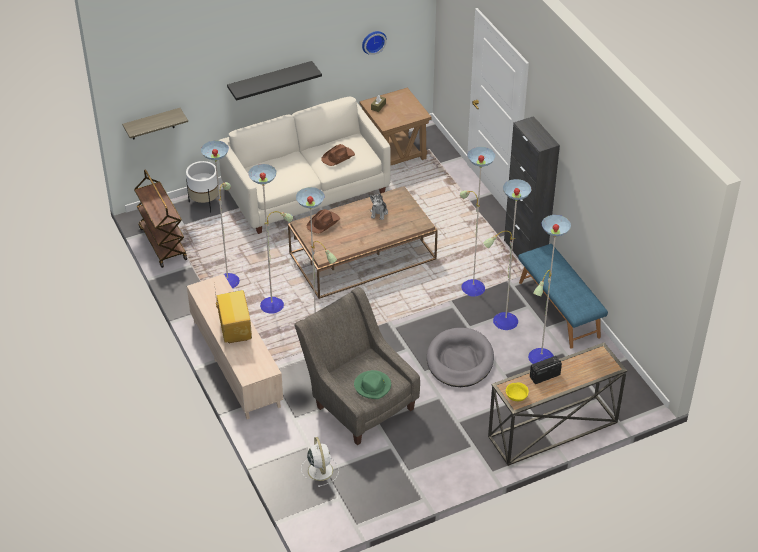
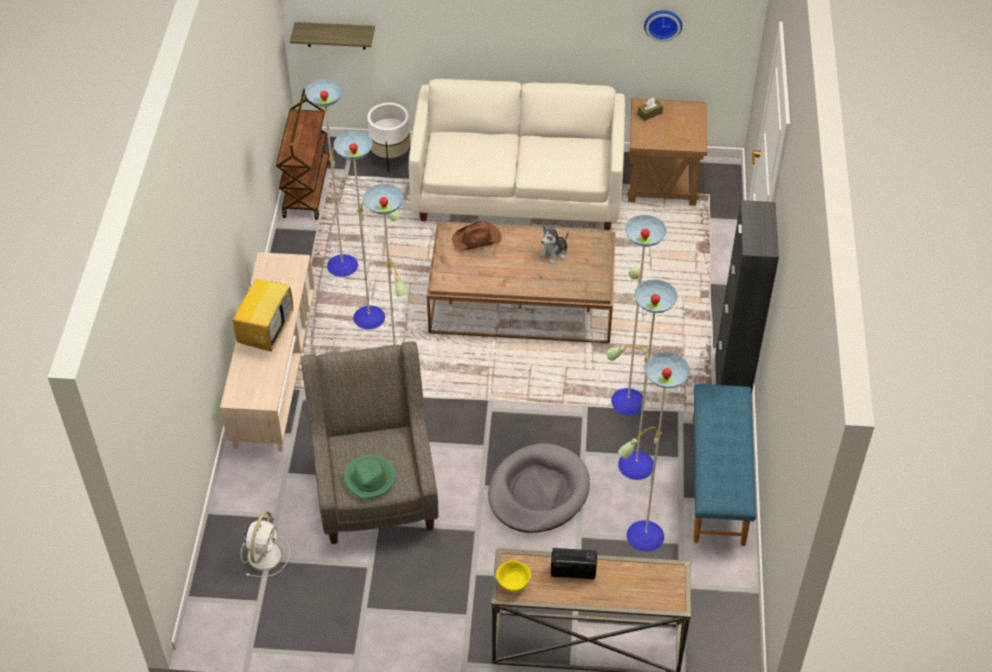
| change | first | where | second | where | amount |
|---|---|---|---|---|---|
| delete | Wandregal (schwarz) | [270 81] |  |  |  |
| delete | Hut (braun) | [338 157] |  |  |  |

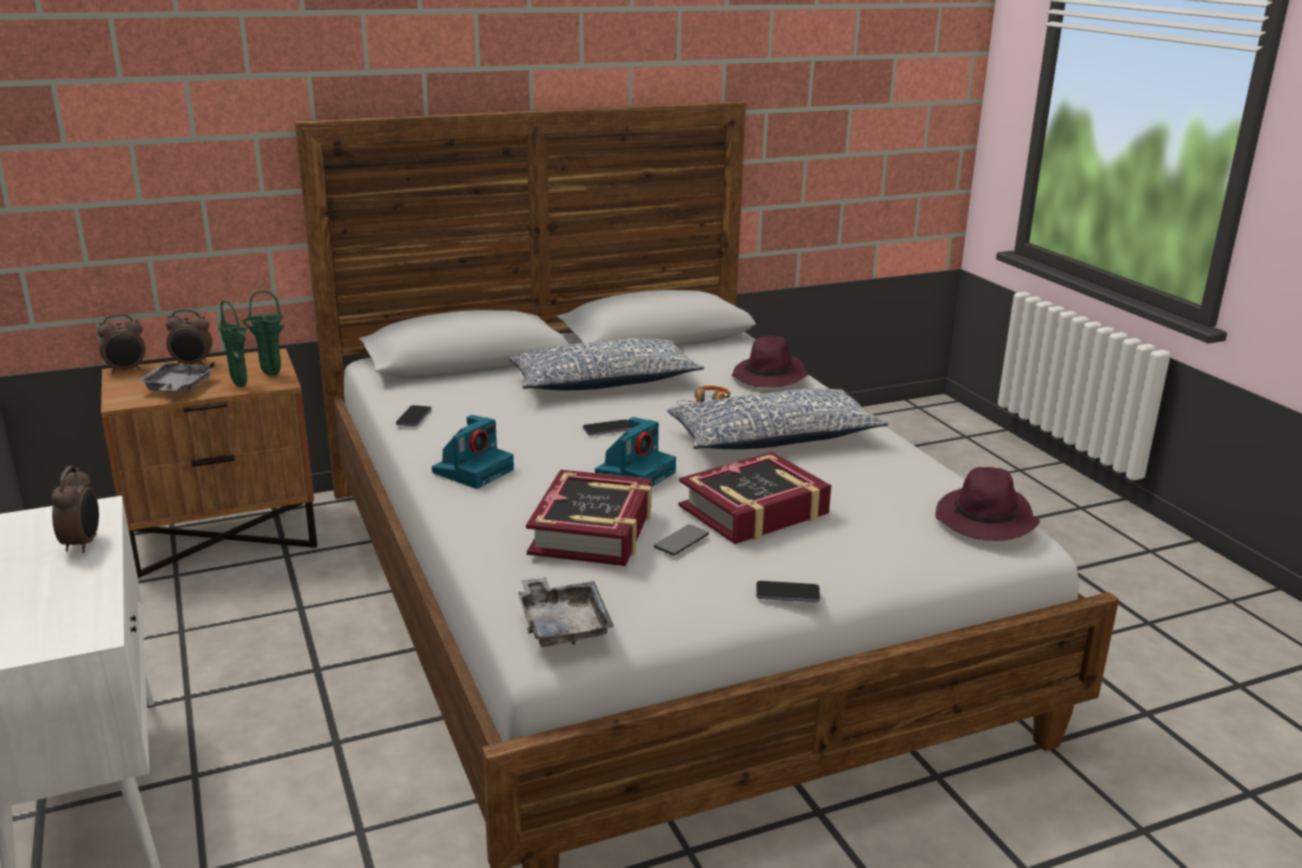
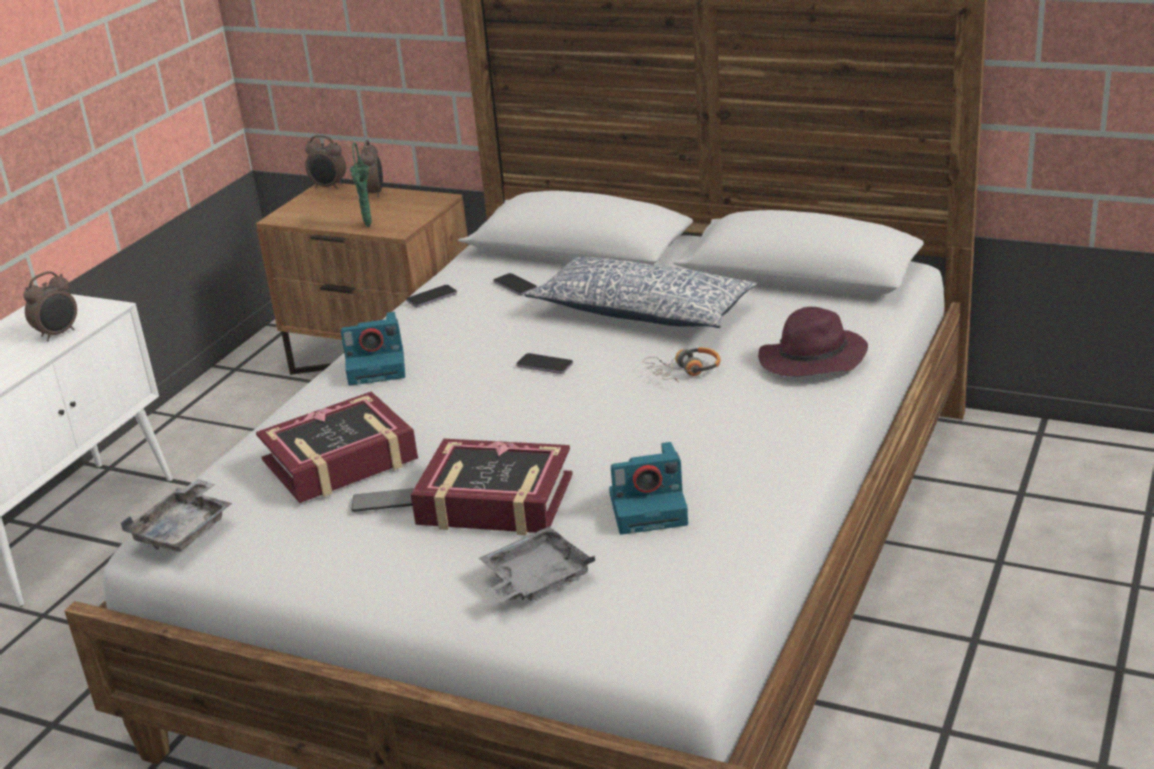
| change | first | where | second | where | amount |
|---|---|---|---|---|---|
| delete | Vase (grün) | [269 375] |  |  |  |
| rotate | Wecker | [192 364] |  | [375 193] | 135 degrees counterclockwise |
| move | Tablett (grau) | [177 388] |  | [535 580] |  |
| delete | Kissen | [772 439] |  |  |  |
| move | Kamera | [635 472] |  | [650 508] |  |
| delete | Hut (lila) | [985 521] |  |  |  |
| move | Handy | [787 594] |  | [515 286] |  |

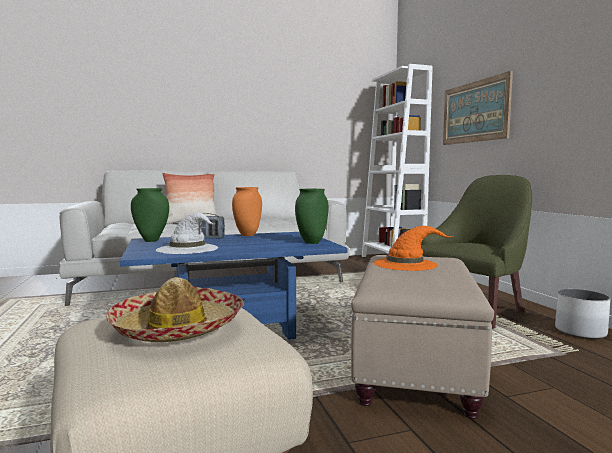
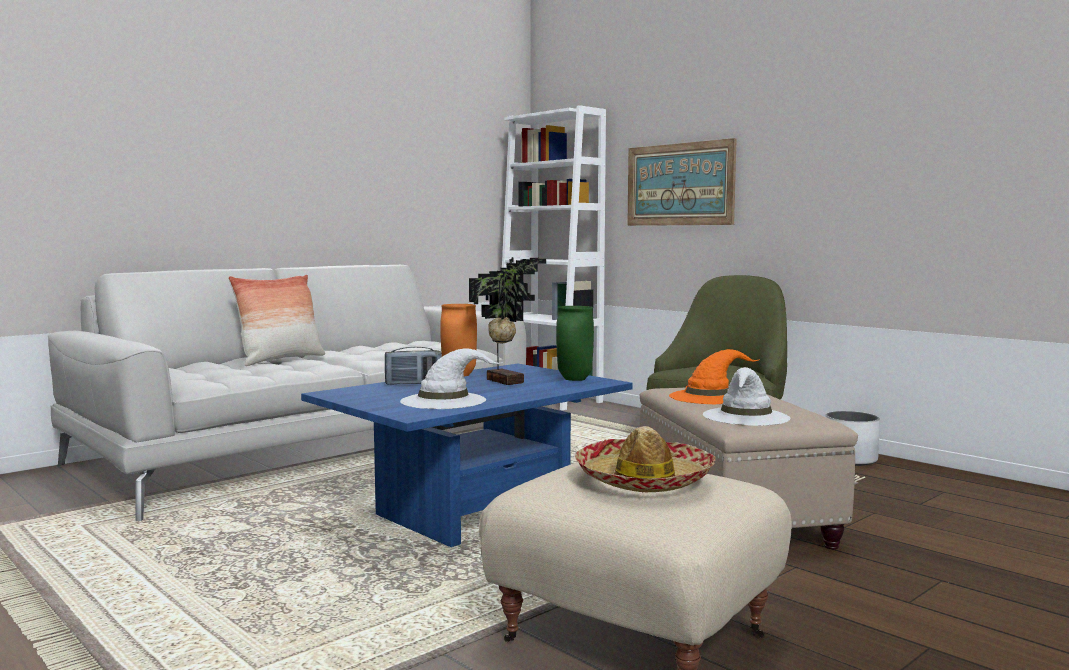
| change | first | where | second | where | amount |
|---|---|---|---|---|---|
| delete | Vase (grün) | [152 240] |  |  |  |
| insert |  |  | Topfpflanze | [506 381] |  |
| insert |  |  | Hut (weiß) | [746 416] |  |

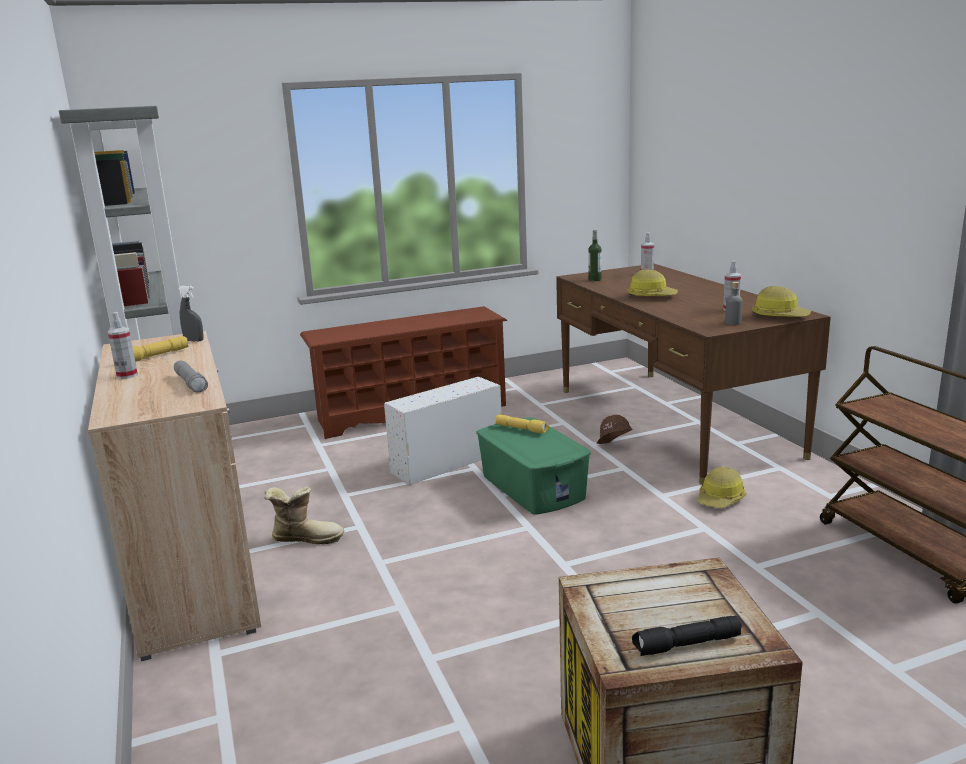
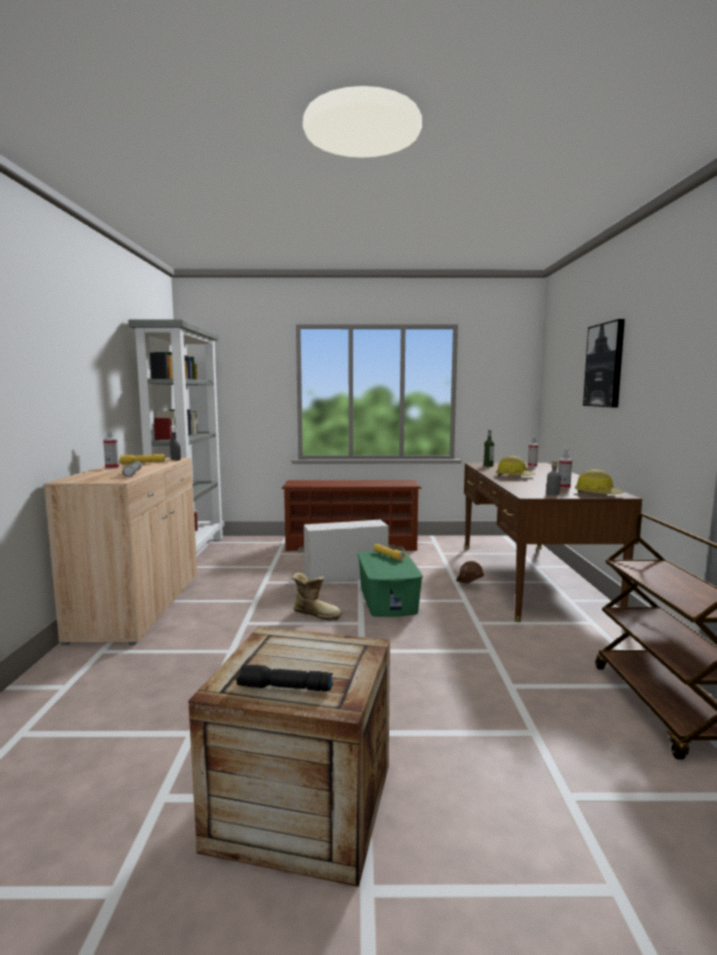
| change | first | where | second | where | amount |
|---|---|---|---|---|---|
| delete | Schutzhelm | [721 499] |  |  |  |
| move | Stiefel | [306 538] |  | [316 614] |  |
| insert |  |  | Bild | [605 365] |  |

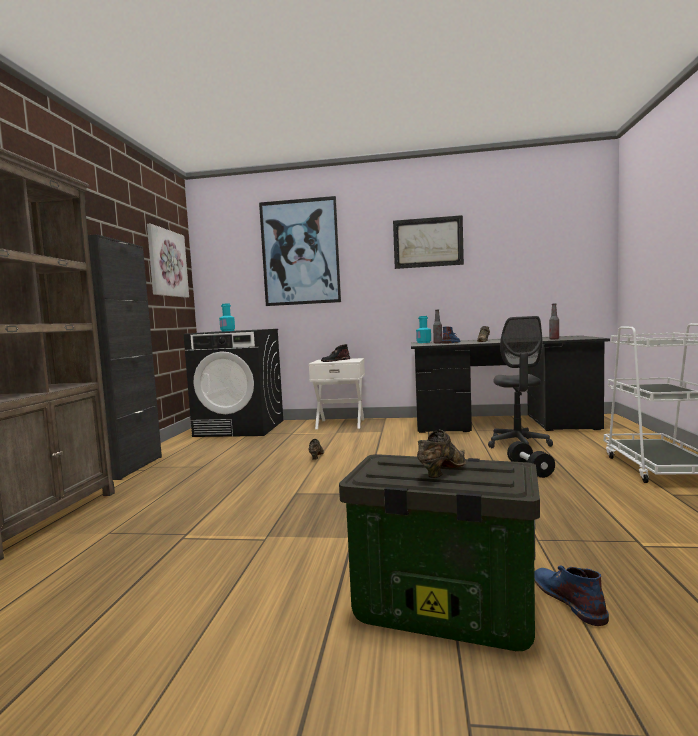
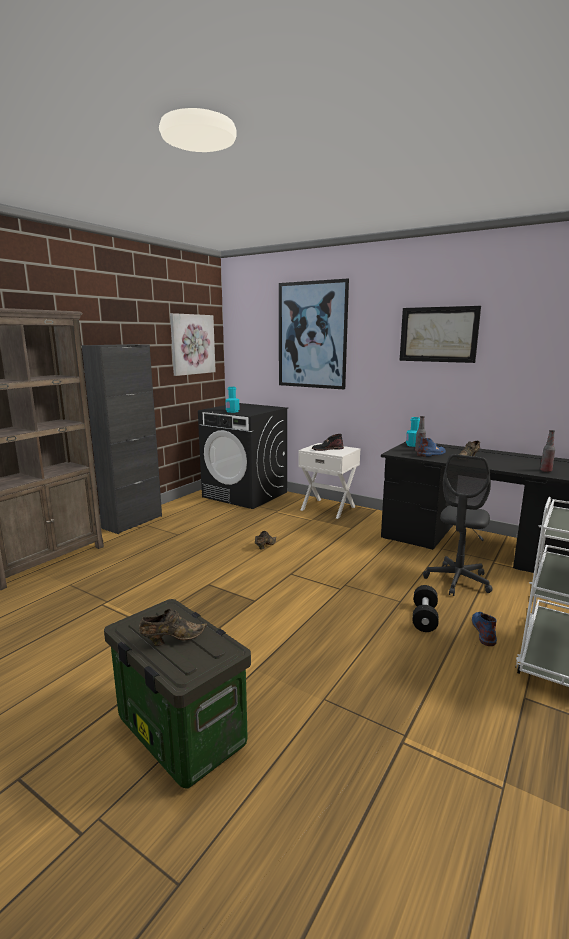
| change | first | where | second | where | amount |
|---|---|---|---|---|---|
| move | Stiefel (blau) | [568 598] |  | [483 630] |  |

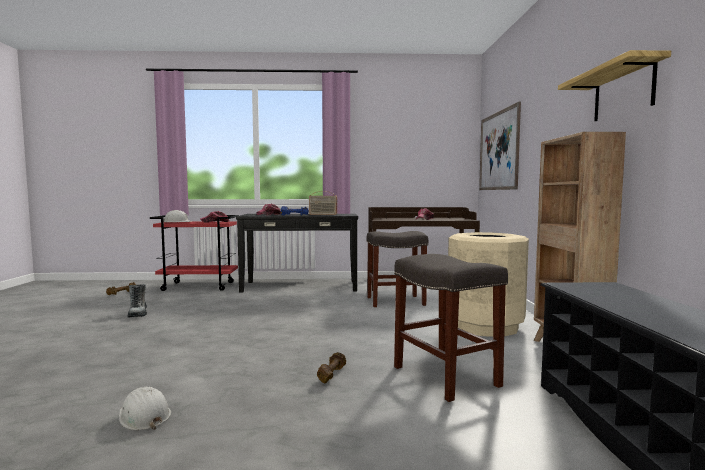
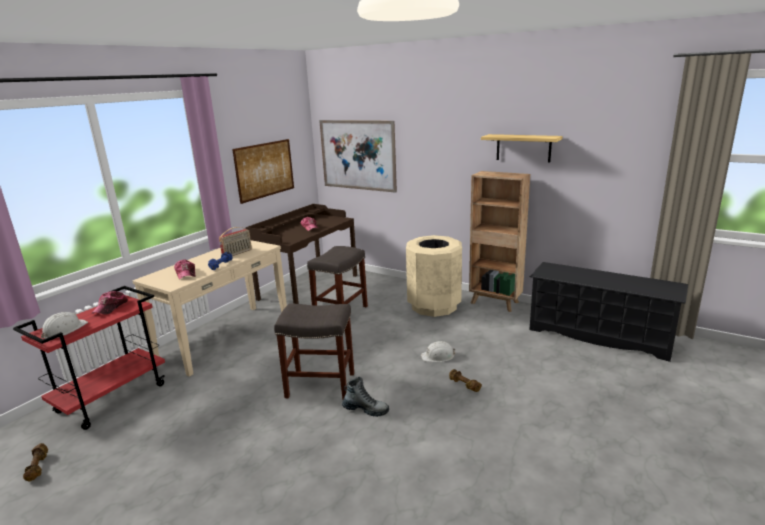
| change | first | where | second | where | amount |
|---|---|---|---|---|---|
| recolor | Konsolentisch (schwarz) | [300 286] | Konsolentisch (beige) | [225 337] |  |
| move | Hocker (grau) | [447 376] |  | [321 385] |  |
| move | Stiefel | [138 313] |  | [365 409] |  |
| move | Schutzhelm (weiß) | [144 416] |  | [438 356] |  |
| insert |  |  | Bild | [265 170] |  |

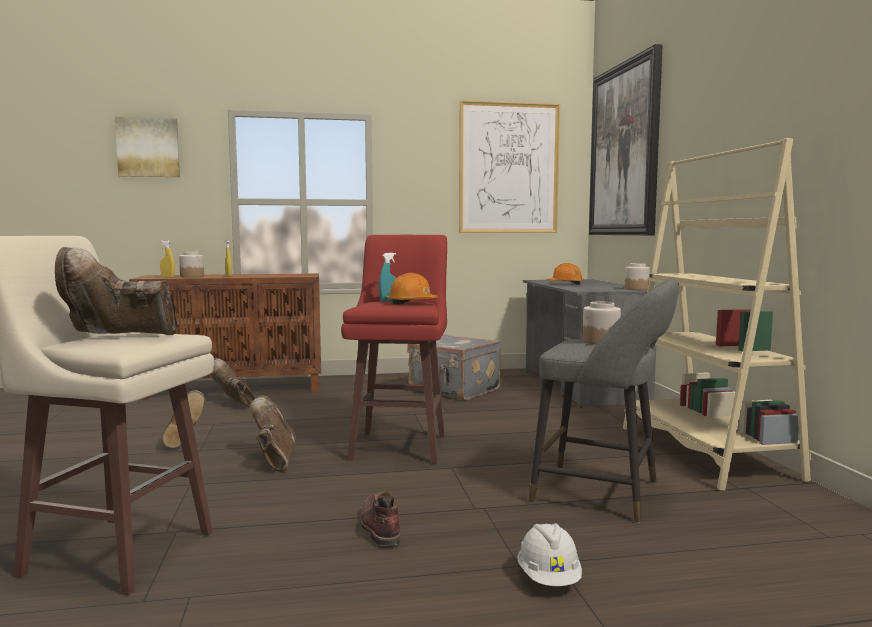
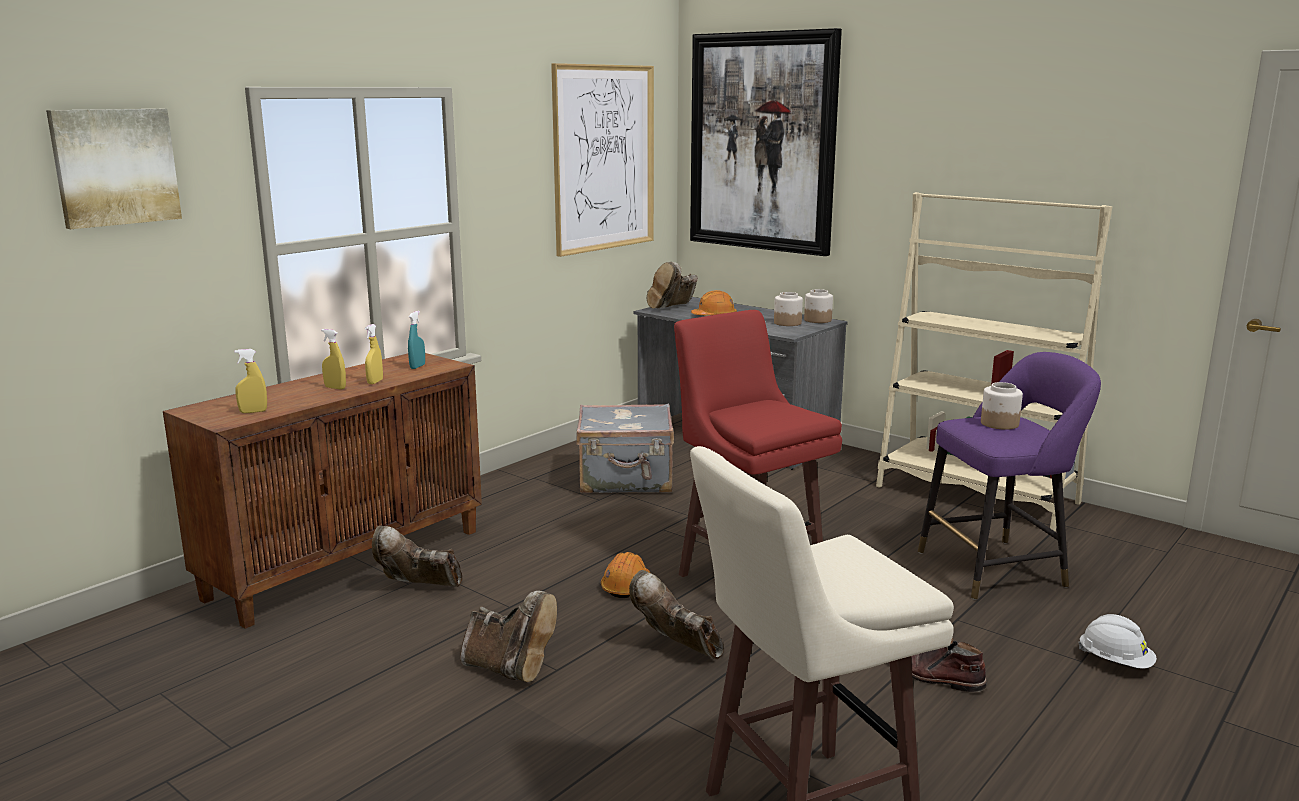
| change | first | where | second | where | amount |
|---|---|---|---|---|---|
| move | Stiefel (braun) | [118 338] |  | [672 309] |  |
| move | Vorratsglas | [192 276] |  | [787 323] |  |
| move | Sprühflasche (türkis) | [389 301] |  | [417 366] |  |
| move | Schutzhelm (orange) | [412 303] |  | [626 586] |  |
| recolor | Hocker (grau) | [603 493] | Hocker (lila) | [998 568] |  |
| insert |  |  | Sprühflasche (gelb) | [375 382] |  |

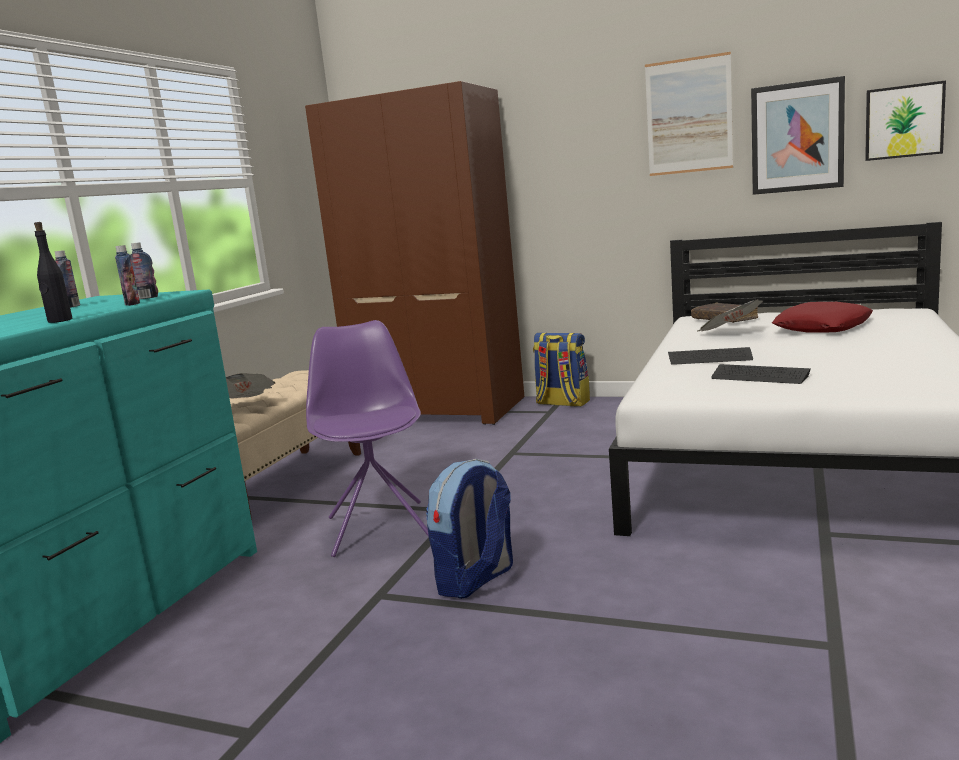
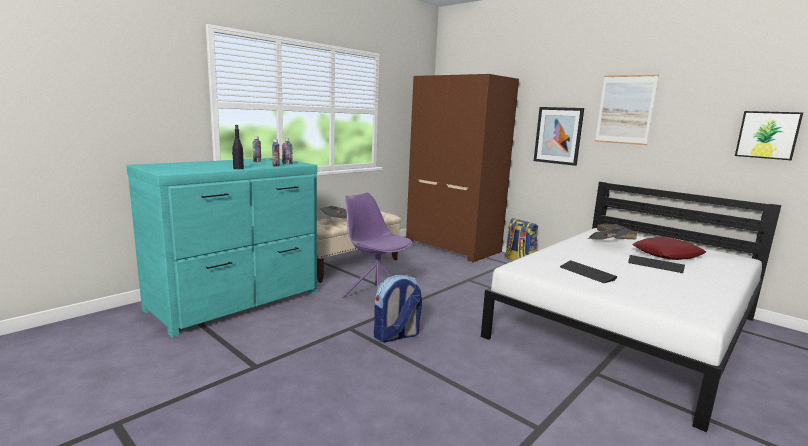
| change | first | where | second | where | amount |
|---|---|---|---|---|---|
| move | Bild | [797 137] |  | [558 135] |  |
| rotate | Stuhl (lila) | [379 527] |  | [375 297] | 60 degrees counterclockwise |
| move | Tastatur | [710 358] |  | [655 265] |  |

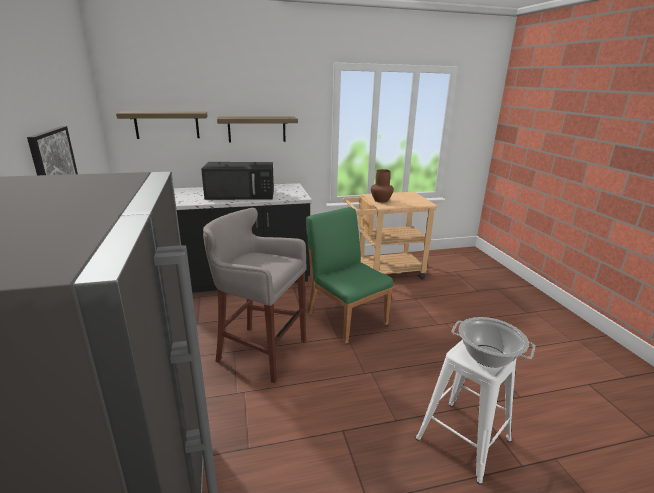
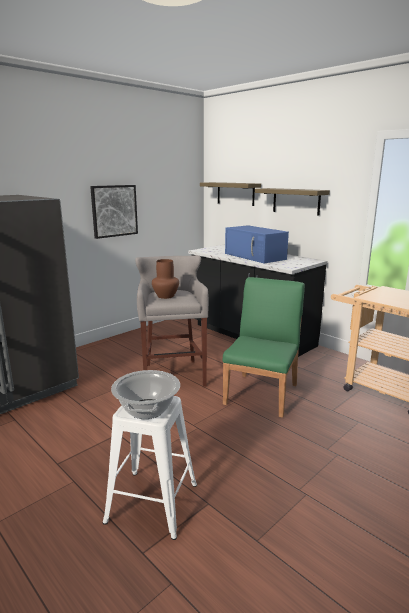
| change | first | where | second | where | amount |
|---|---|---|---|---|---|
| recolor | Mikrowelle (schwarz) | [241 194] | Mikrowelle (blau) | [255 256] |  |
| move | Vase (braun) | [380 200] |  | [165 296] |  |

